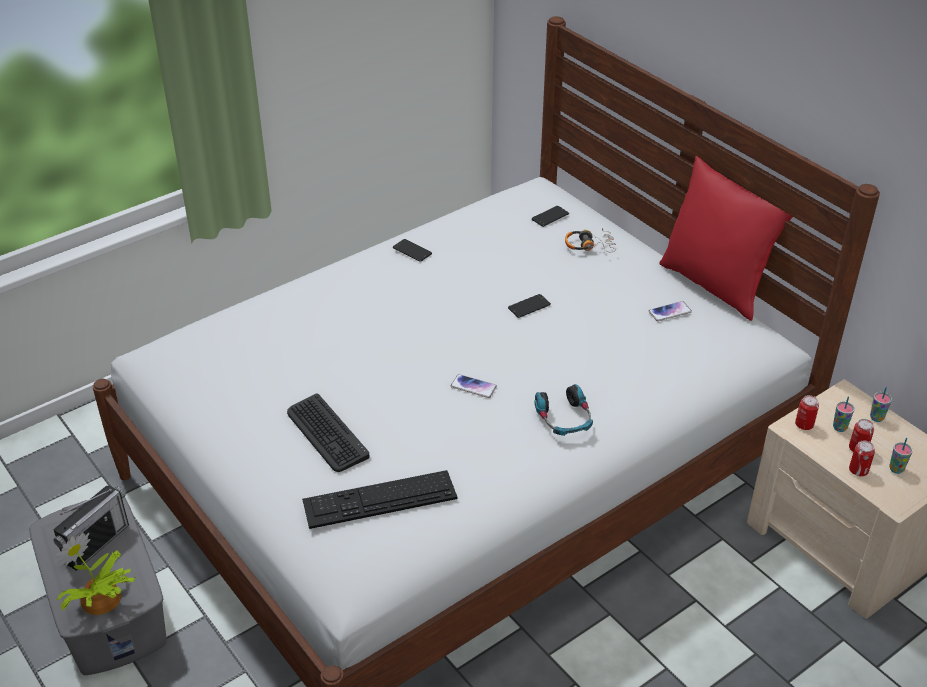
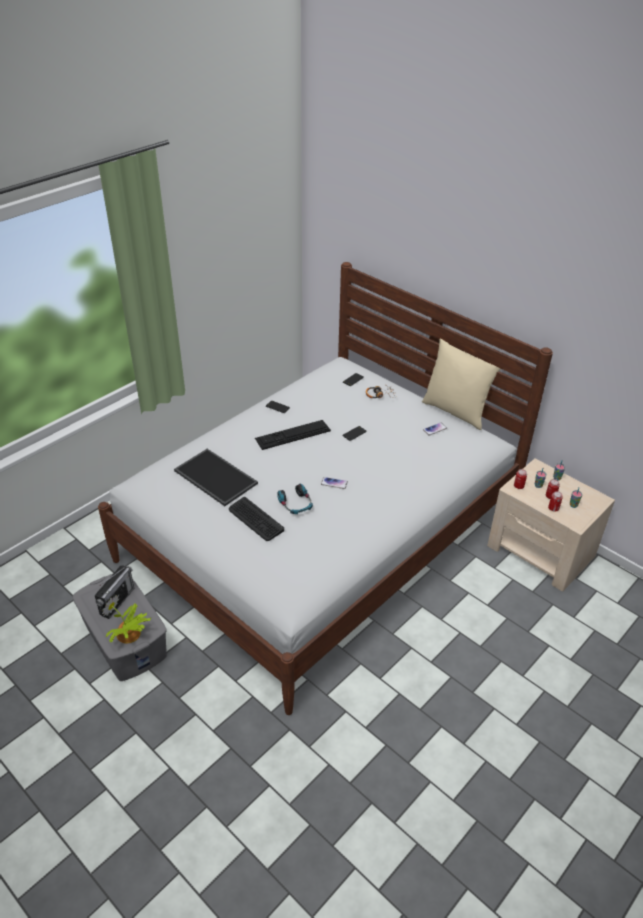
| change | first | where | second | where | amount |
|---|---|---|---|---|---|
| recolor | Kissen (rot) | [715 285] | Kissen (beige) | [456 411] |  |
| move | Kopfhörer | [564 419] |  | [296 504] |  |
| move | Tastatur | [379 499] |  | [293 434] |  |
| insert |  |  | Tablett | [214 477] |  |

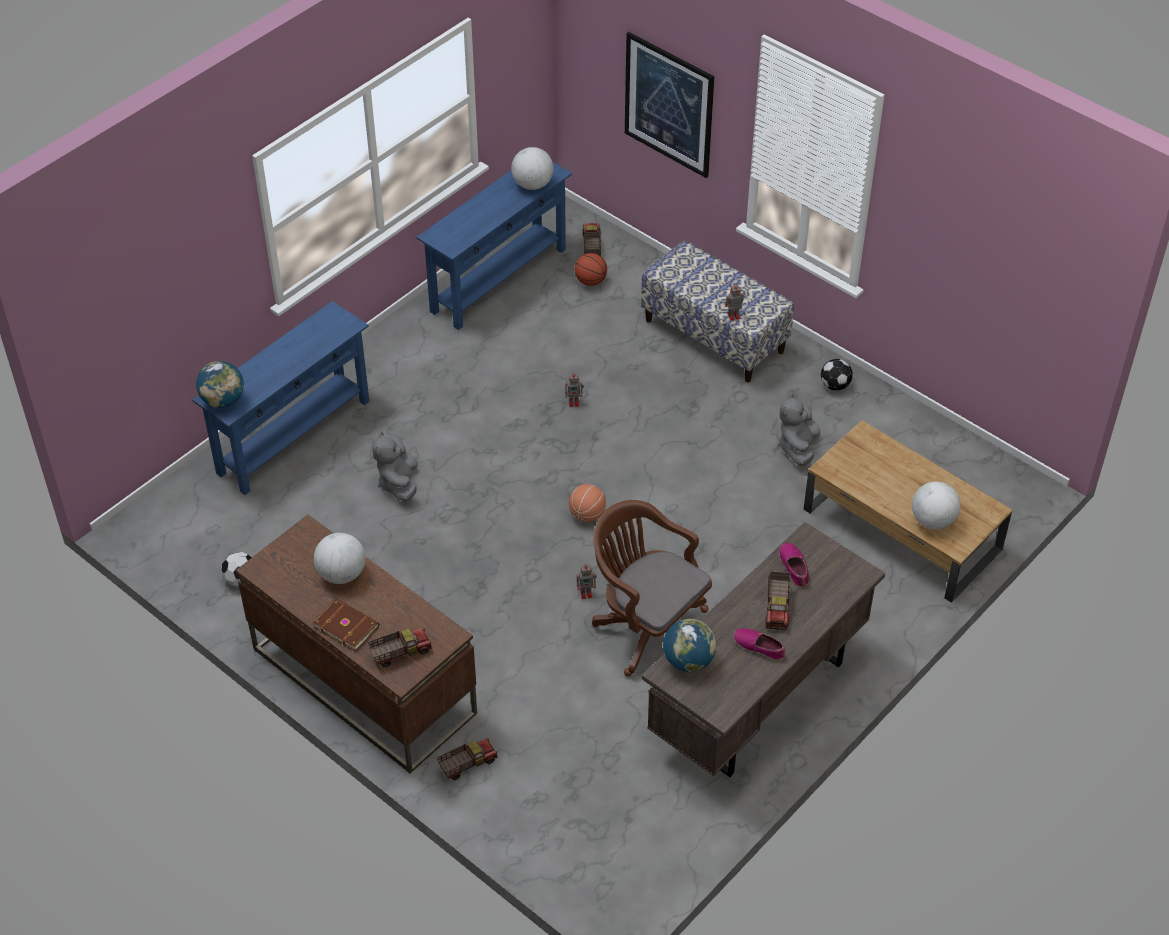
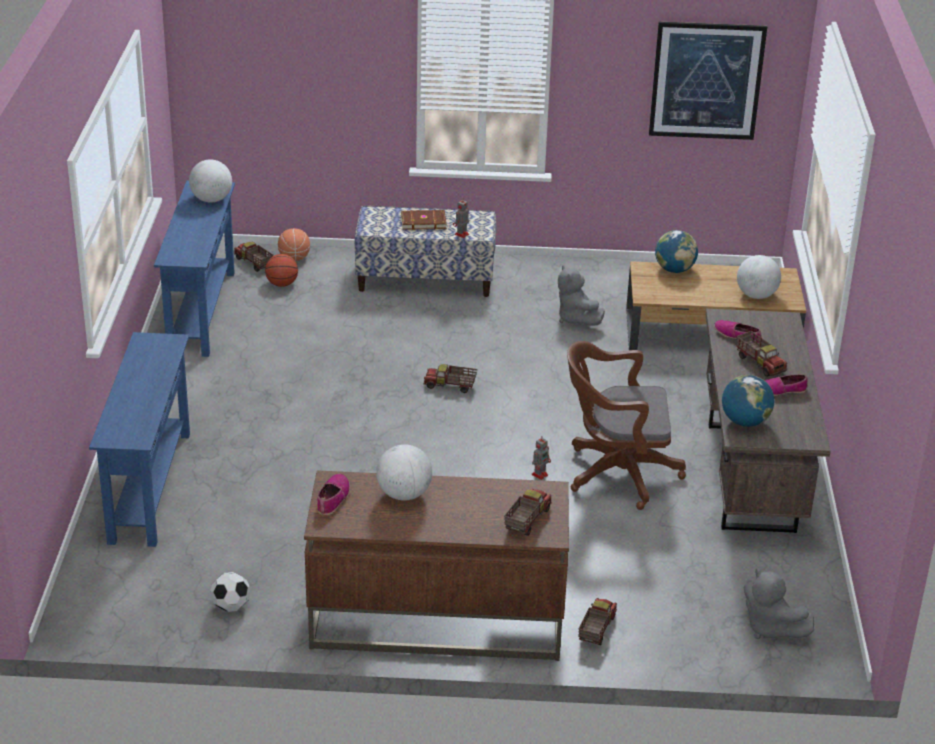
| change | first | where | second | where | amount |
|---|---|---|---|---|---|
| move | Bild | [669 104] |  | [706 80] |  |
| delete | Fußball | [835 385] |  |  |  |
| move | Globus | [223 400] |  | [674 270] |  |
| delete | Spielzeugroboter | [574 402] |  |  |  |
| move | Plüschtier (grau) | [399 483] |  | [770 628] |  |
| move | Basketball | [587 514] |  | [294 258] |  |
| move | Buch (braun) | [346 625] |  | [423 221] |  |
| insert |  |  | Spielzeuglaster | [450 386] |  |
| insert |  |  | Schuh | [333 498] |  |

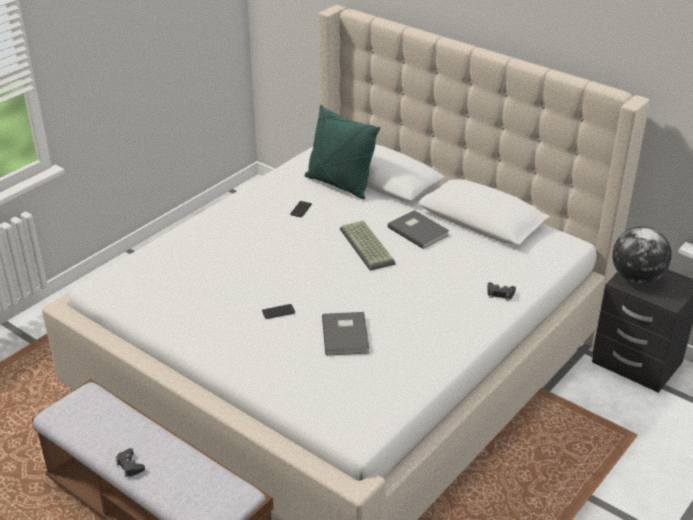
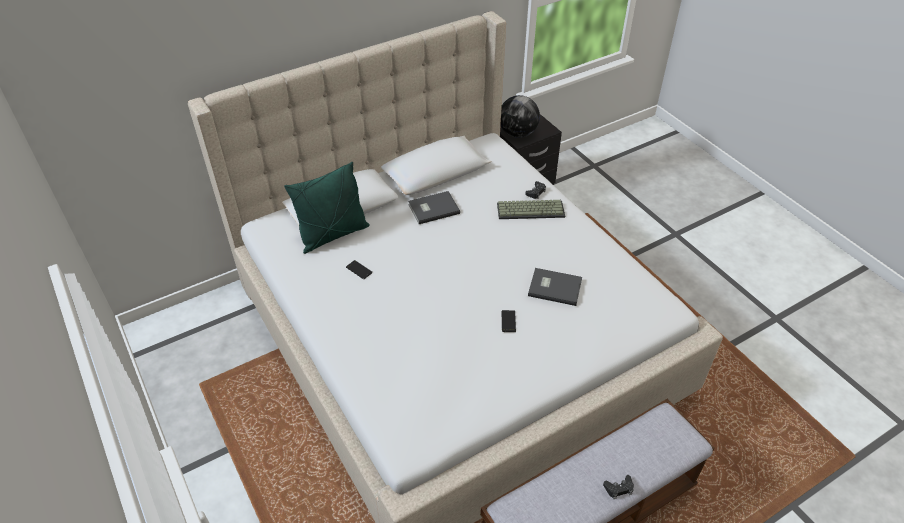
| change | first | where | second | where | amount |
|---|---|---|---|---|---|
| move | Tastatur | [368 246] |  | [531 209] |  |

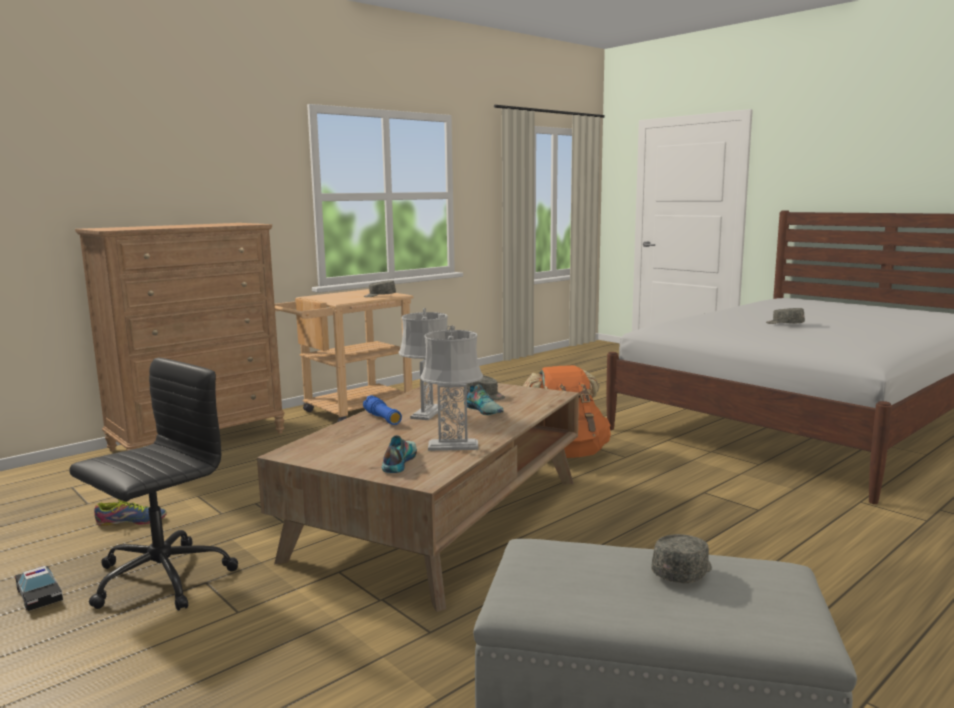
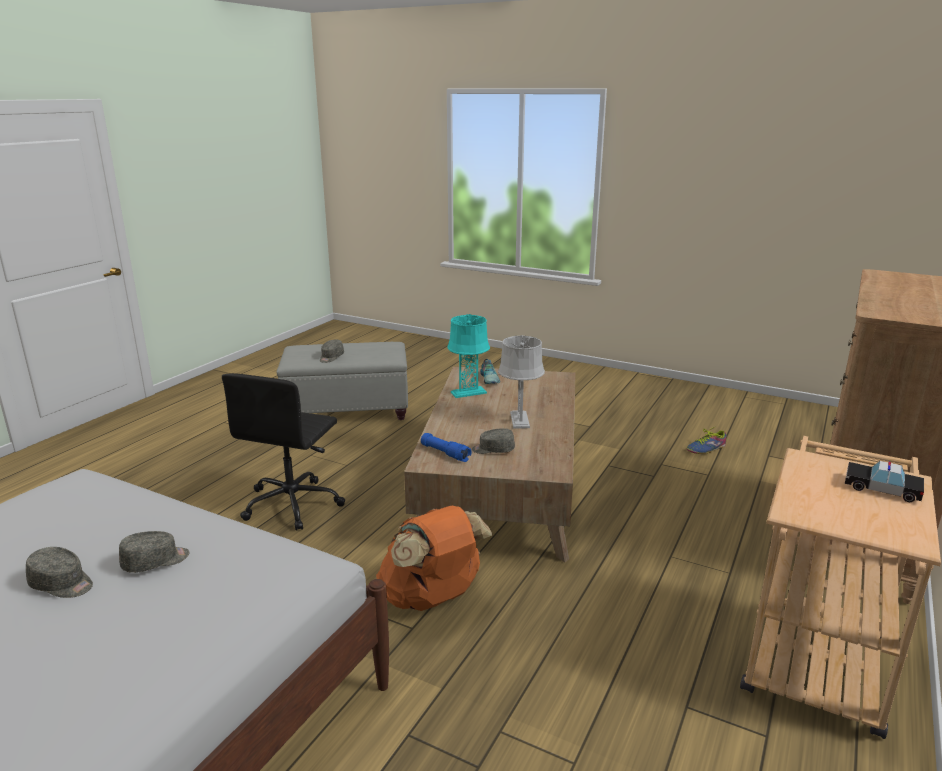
| change | first | where | second | where | amount |
|---|---|---|---|---|---|
| move | Kappe (grau) | [379 296] |  | [156 561] |  |
| recolor | Tischlampe (grau) | [453 446] | Tischlampe (türkis) | [468 393] |  |
| move | Bürostuhl (schwarz) | [159 579] |  | [293 504] |  |
| delete | Schuh | [484 410] |  |  |  |
| move | Taschenlampe (blau) | [382 418] |  | [445 453] |  |
| move | Spielzeugauto | [39 595] |  | [881 488] |  |

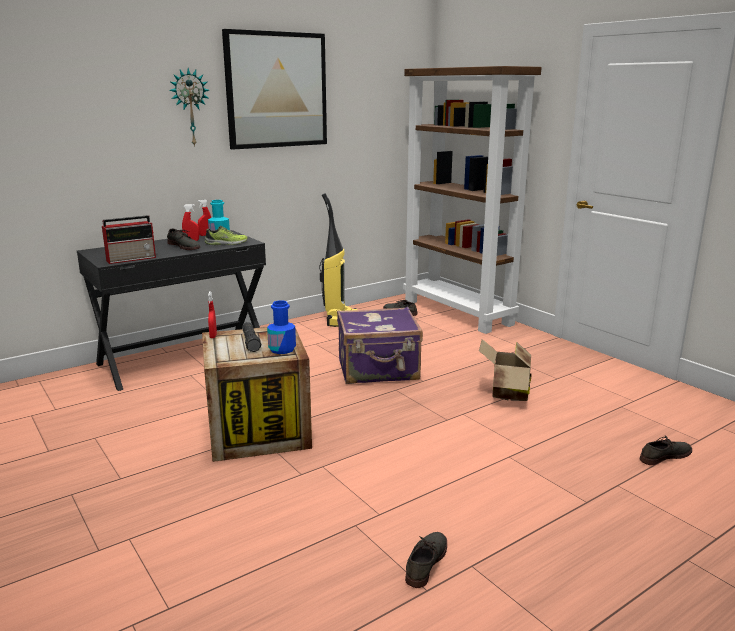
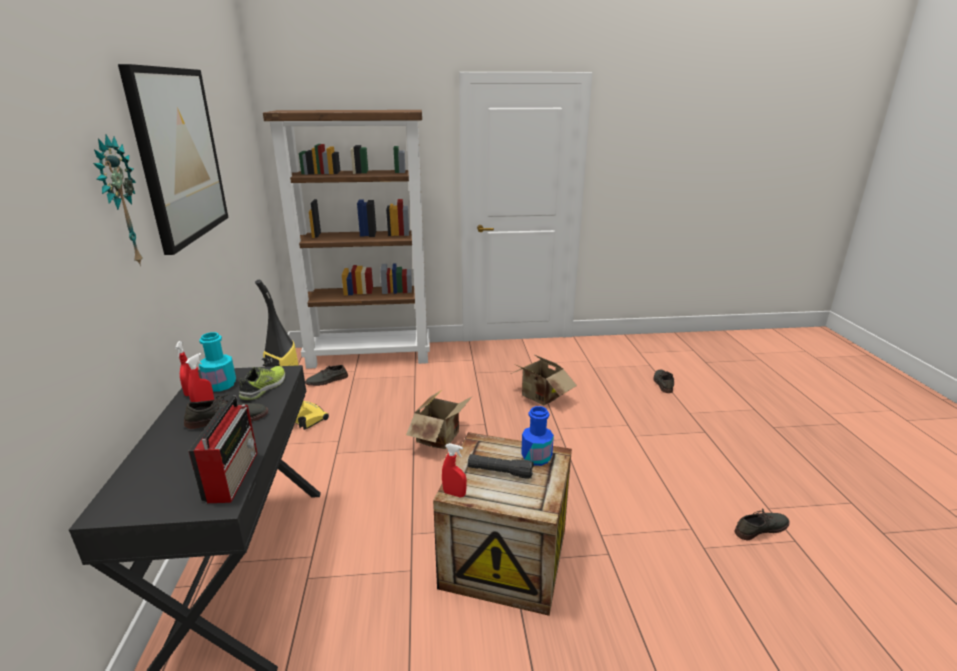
| change | first | where | second | where | amount |
|---|---|---|---|---|---|
| replace | Koffer (lila) | [378 370] | Karton | [441 438] |  |
| rotate | Schuh (grau) | [425 561] |  | [760 528] | 105 degrees clockwise |

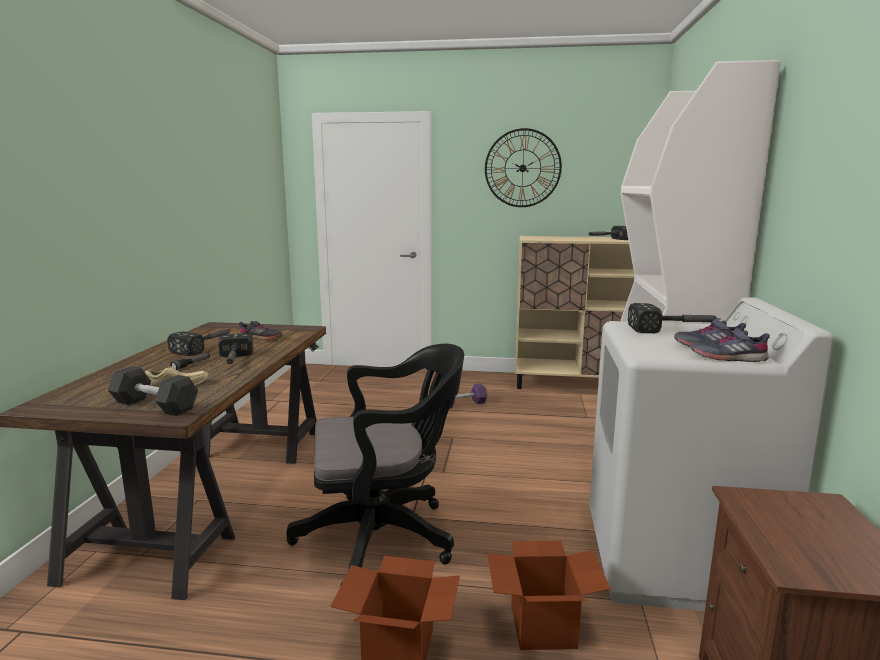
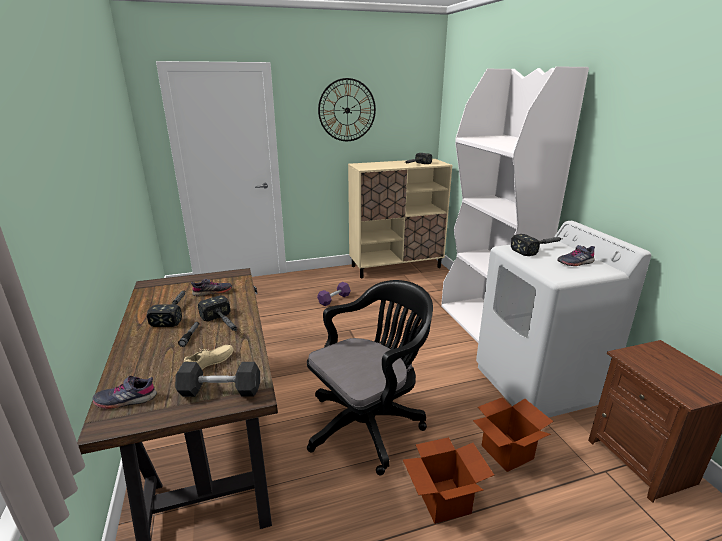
| change | first | where | second | where | amount |
|---|---|---|---|---|---|
| move | Schuh (grau) | [728 357] |  | [126 399] |  |

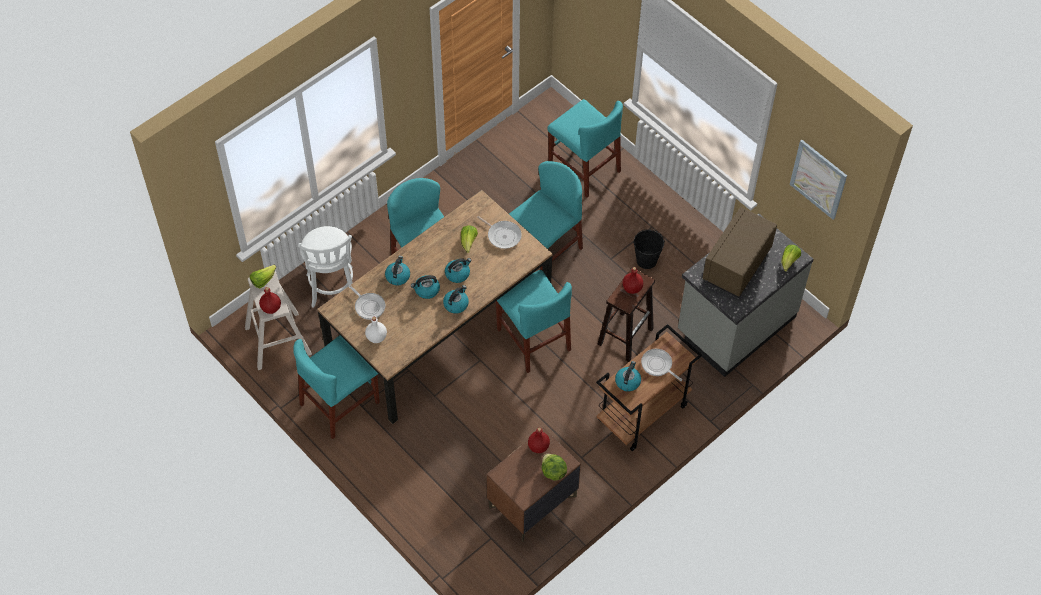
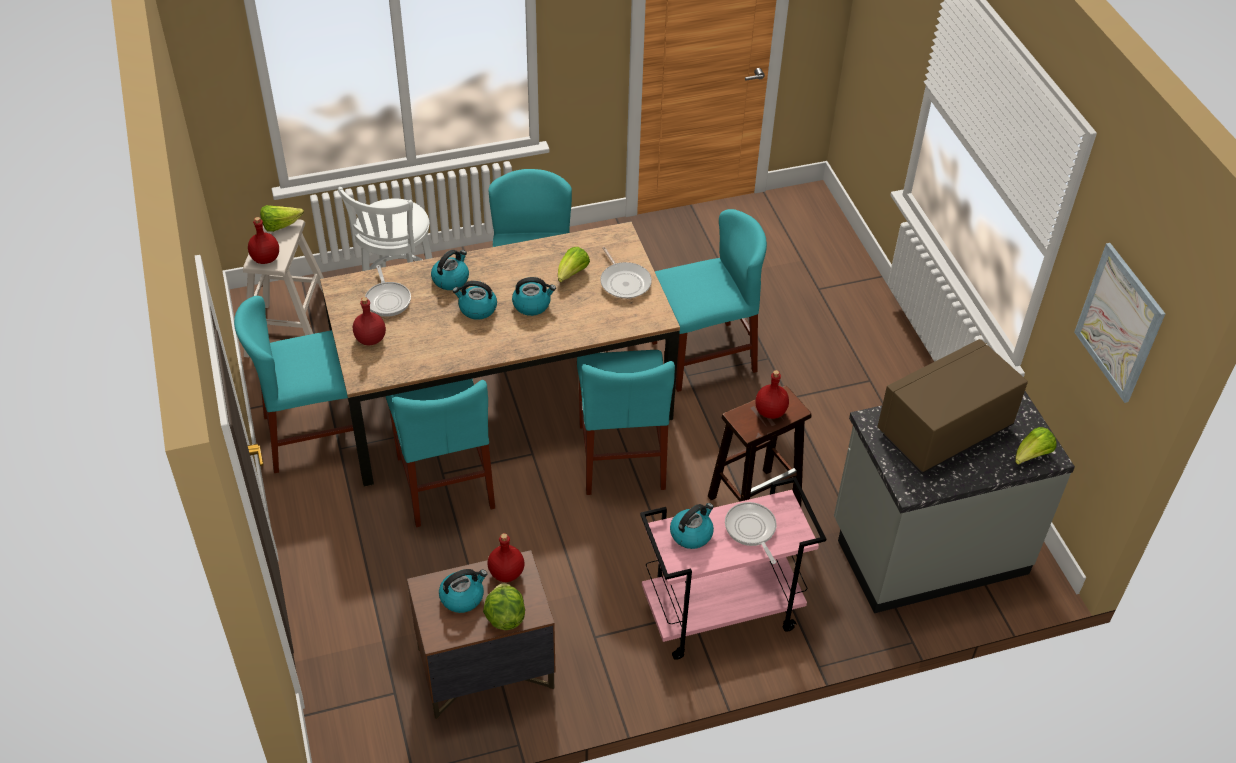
| change | first | where | second | where | amount |
|---|---|---|---|---|---|
| move | Stuhl (türkis) | [584 168] |  | [445 482] |  |
| delete | Eimer (schwarz) | [646 260] |  |  |  |
| move | Wasserkessel | [456 304] |  | [462 597] |  |
| recolor | Flasche (weiß) | [376 337] | Flasche (rot) | [370 339] |  |
| recolor | Rollwagen (braun) | [642 414] | Rollwagen (rosa) | [720 615] |  |

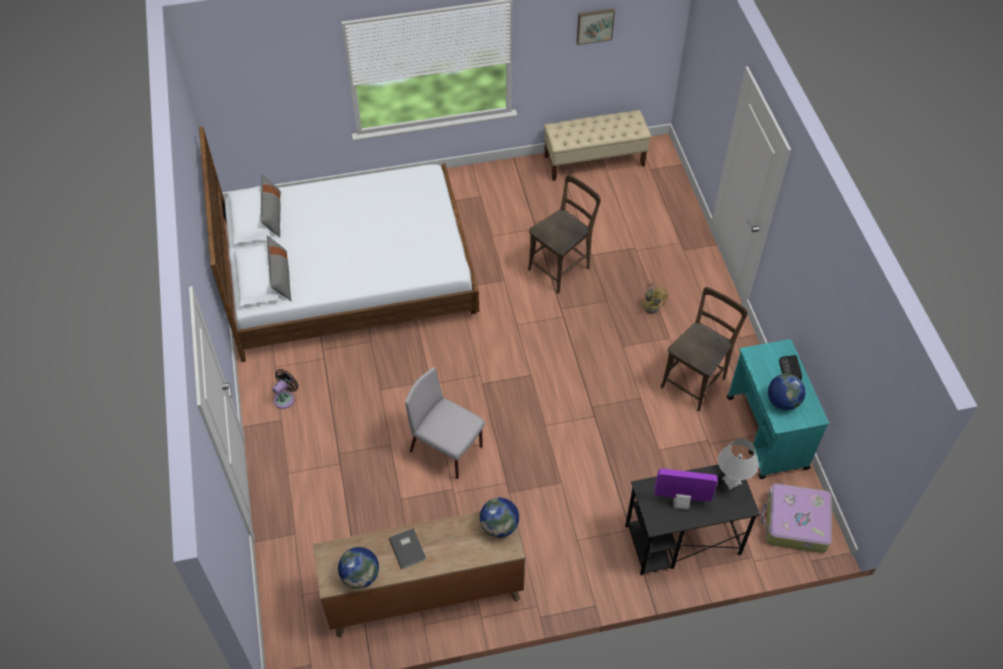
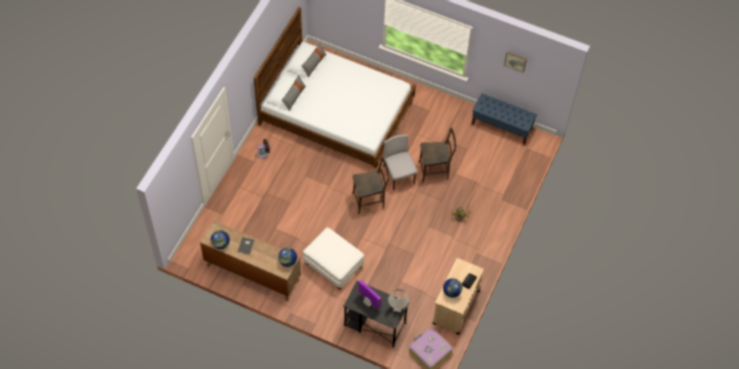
| change | first | where | second | where | amount |
|---|---|---|---|---|---|
| recolor | Bank (beige) | [594 161] | Bank (blau) | [502 126] |  |
| move | Stuhl (braun) | [695 380] |  | [370 200] |  |
| recolor | Rollwagen (türkis) | [767 433] | Rollwagen (beige) | [455 307] |  |
| move | Stuhl (grau) | [447 449] |  | [399 176] |  |
| insert |  |  | Polsterhocker (weiß) | [333 265] |  |

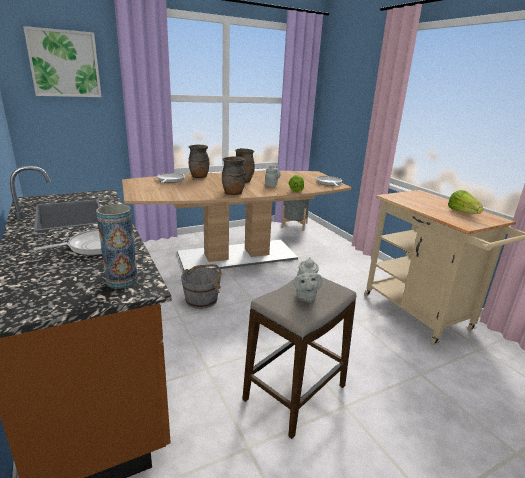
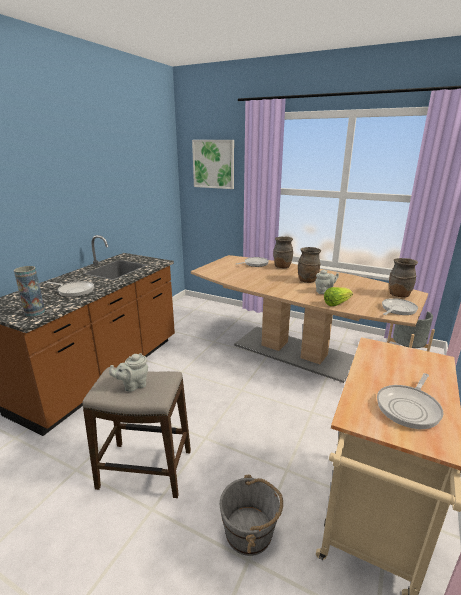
| change | first | where | second | where | amount |
|---|---|---|---|---|---|
| move | Vase (braun) | [233 193] |  | [398 295] |  |
| replace | Salatkopf | [462 213] | Pfanne | [409 407] |  |
| move | Eimer (grau) | [202 299] |  | [250 531] |  |

